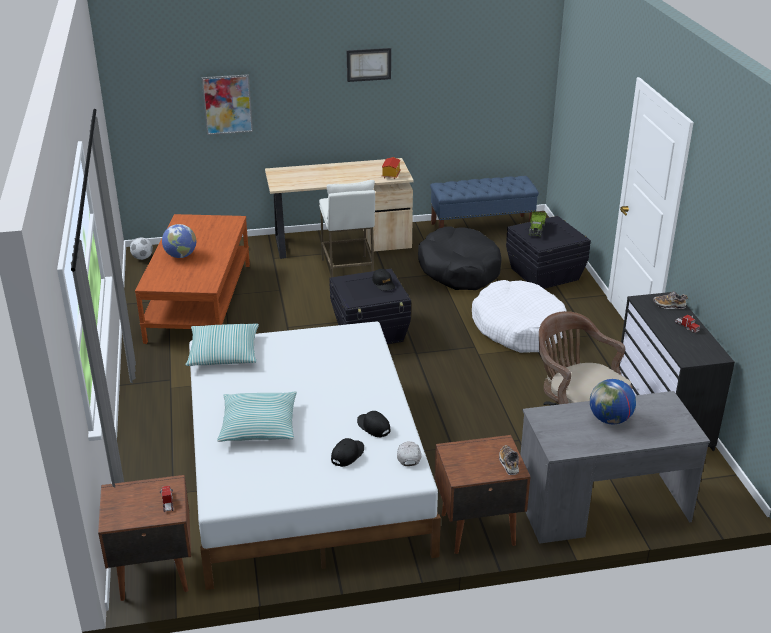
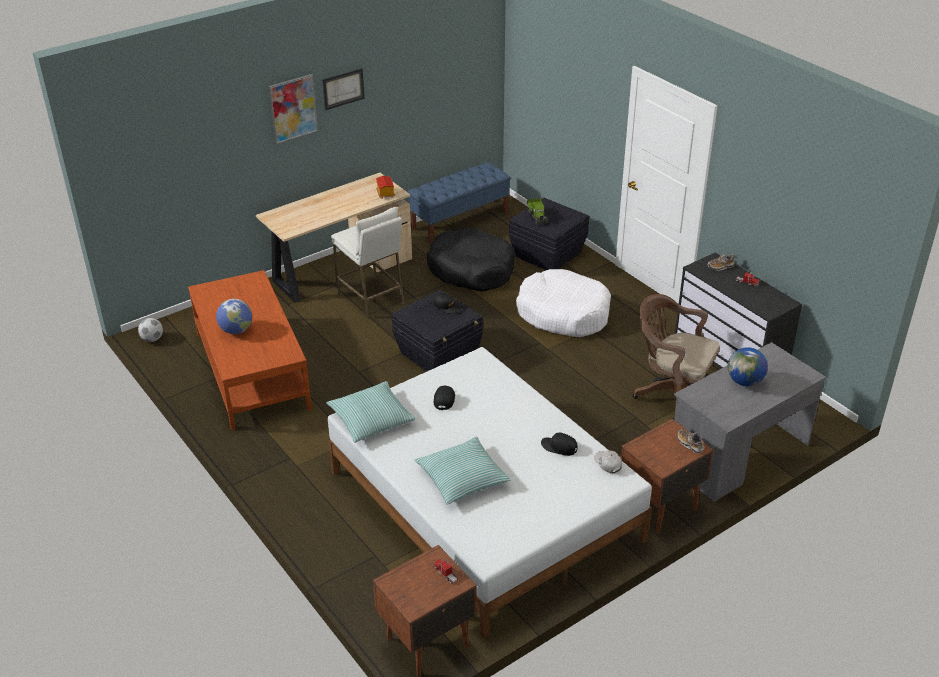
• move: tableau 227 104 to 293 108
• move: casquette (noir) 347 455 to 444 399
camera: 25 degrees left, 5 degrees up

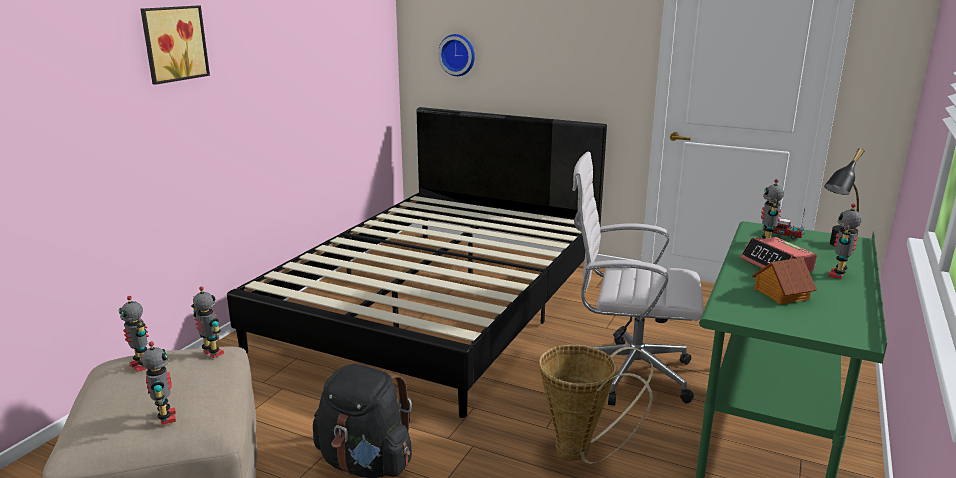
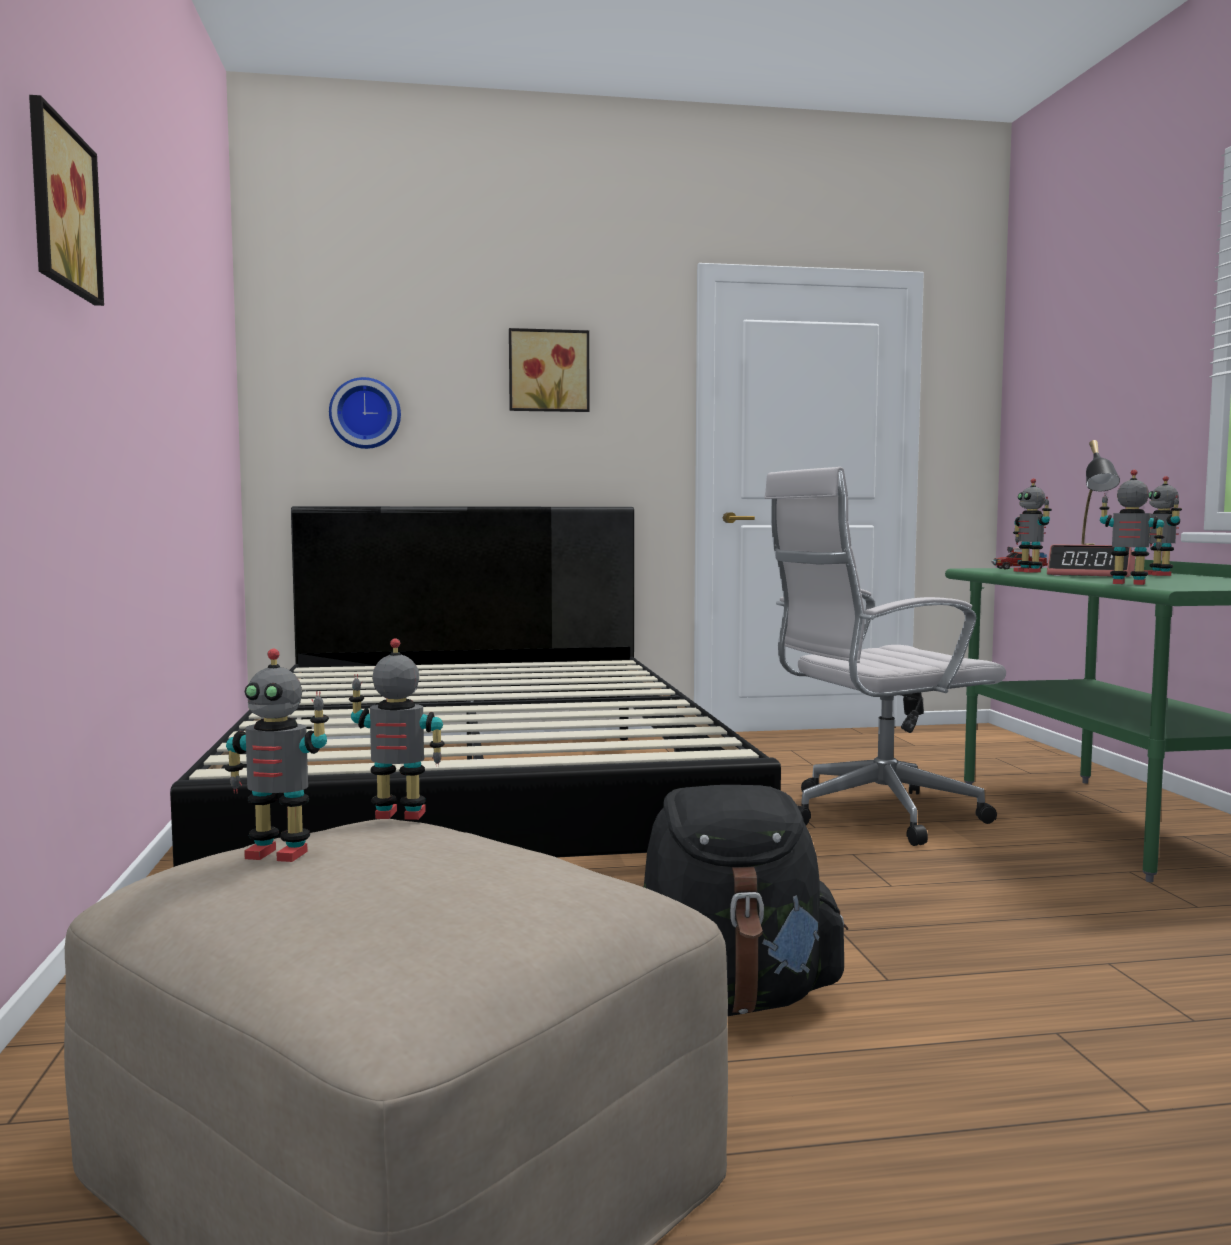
• delete: maison miniature 780 294
• move: robot jouet 165 418 to 1128 584
• delete: panier 581 452
• insert: tableau 548 371
camera: 35 degrees left, 15 degrees down

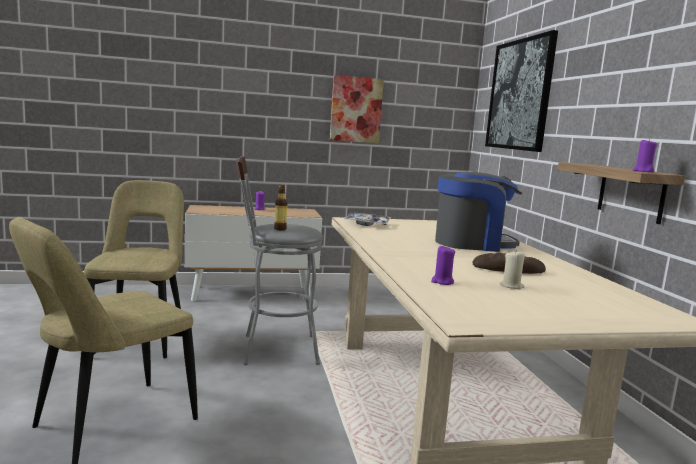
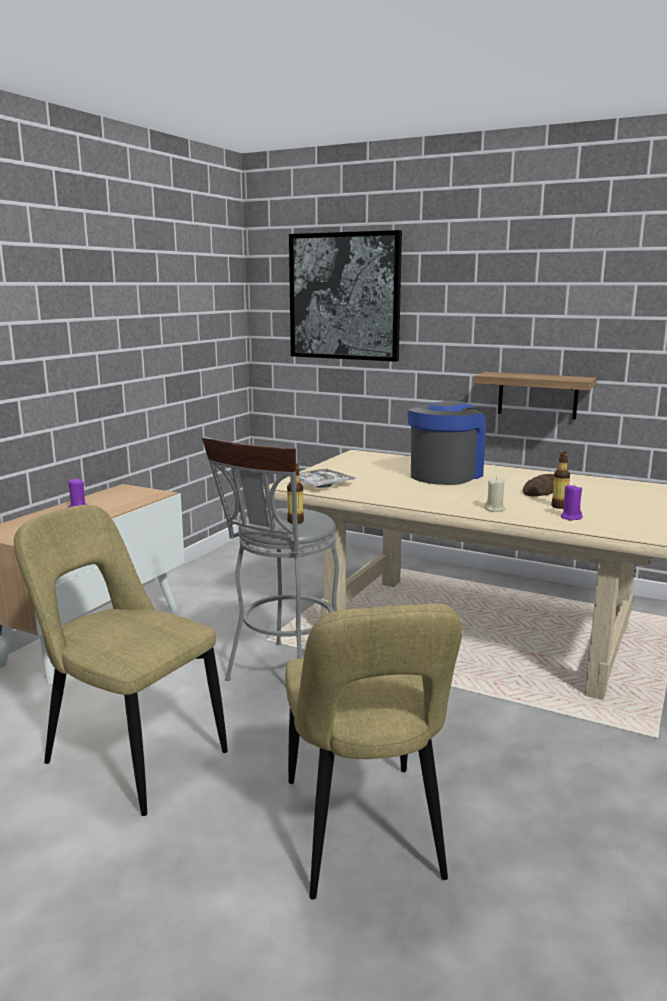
• delete: tableau 356 109
• delete: bougie (violet) 643 171
• move: bougie (beige) 511 286 to 494 509
• insert: bouteille 559 506
camera: 50 degrees left, 5 degrees up

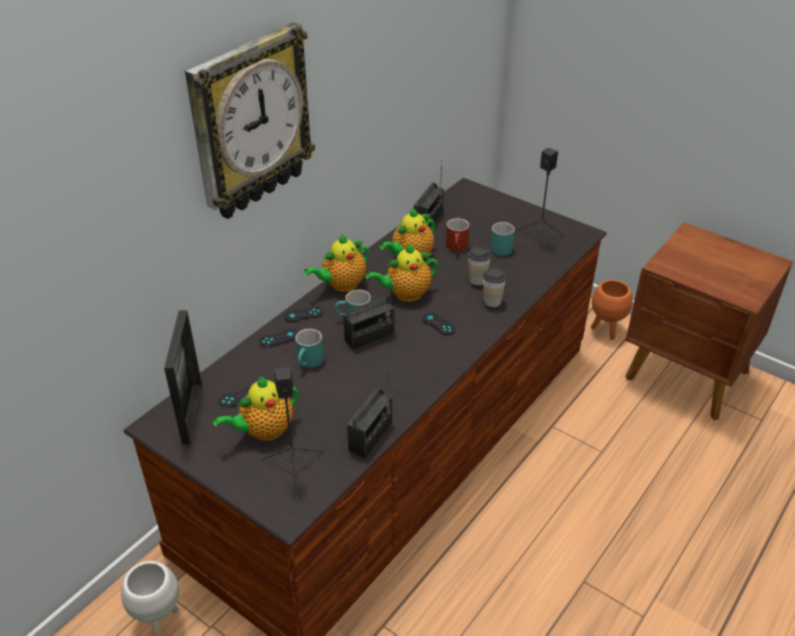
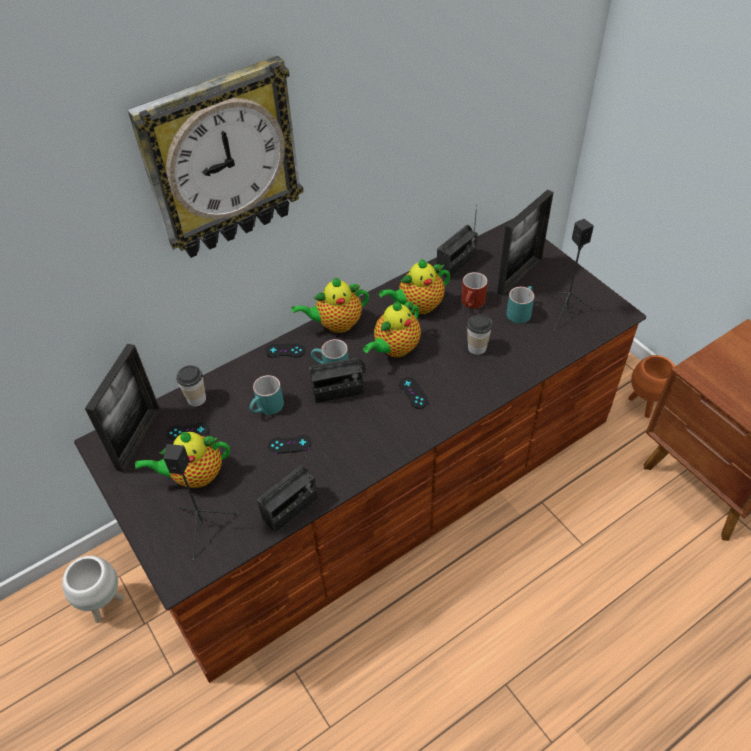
• rotate: théière 405 294 = 395 349 45 degrees counterclockwise
• move: tasse 492 301 to 196 398
• move: manette (noir) 278 338 to 289 444
• insert: cadre photo 519 276
camera: 20 degrees right, 10 degrees up

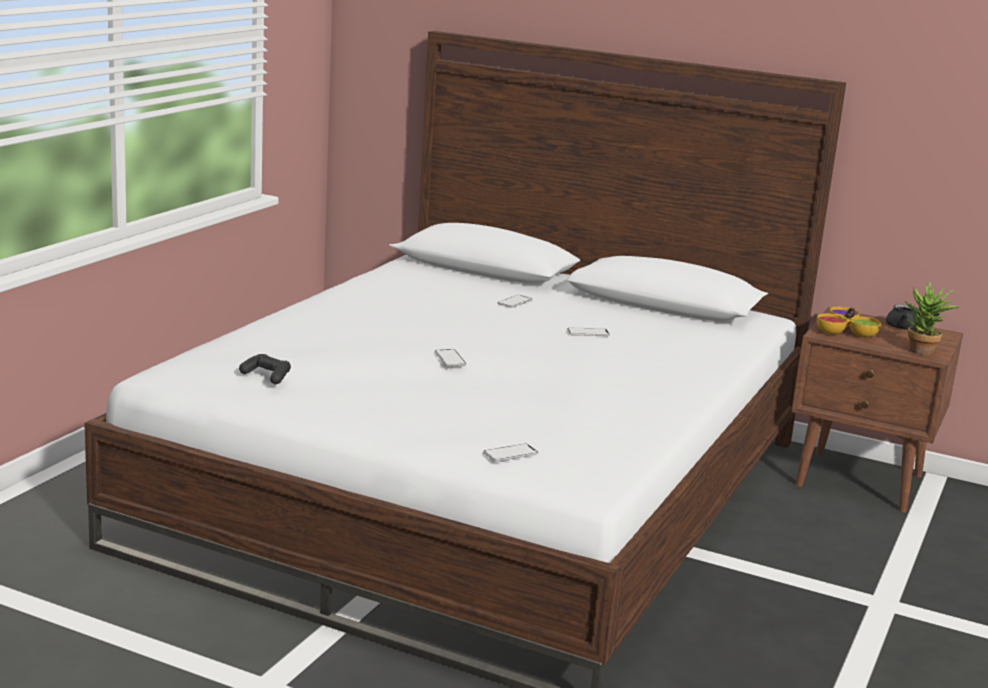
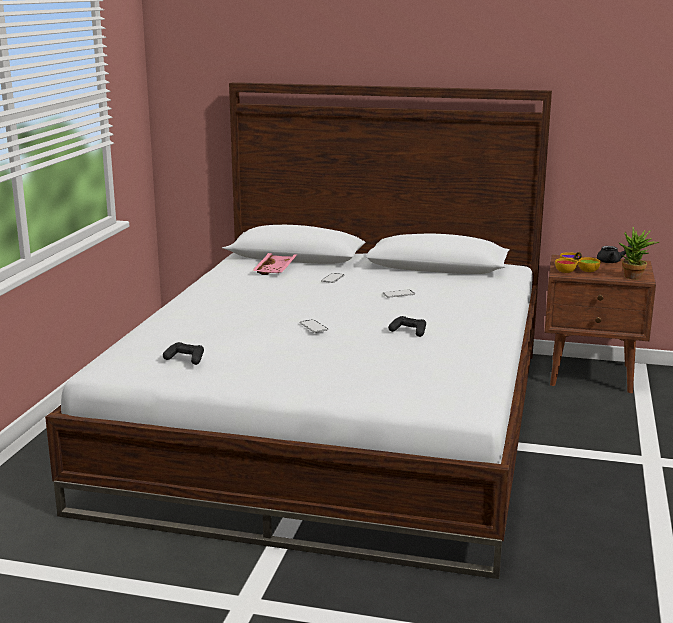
• delete: téléphone 510 454
• insert: plateau (rose) 277 269
• insert: manette (noir) 408 331
camera: 10 degrees left, 0 degrees up

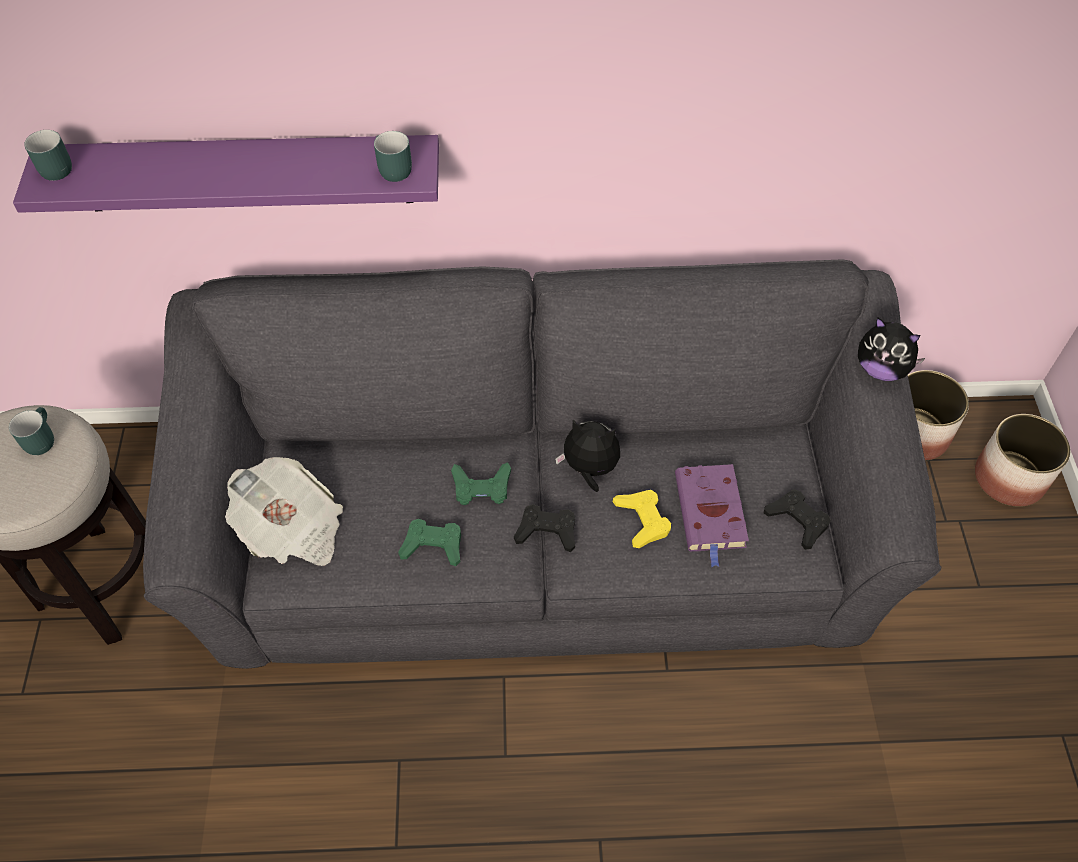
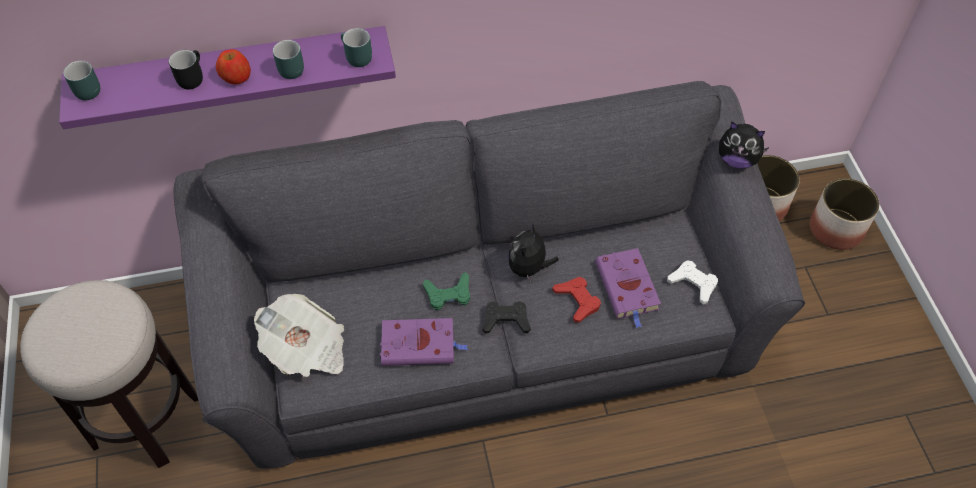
• move: mug (turquoise) 39 439 to 289 68
• rotate: peluche 589 469 = 529 268 75 degrees counterclockwise
• recolor: manette (noir) 797 521 to manette (blanc) 693 284
• recolor: manette (jaune) 642 520 to manette (rouge) 577 301
• replace: manette (vert) 433 545 to livre (violet) 420 345
• insert: pomme 236 76
• insert: mug (noir) 190 77
camera: 10 degrees left, 0 degrees up

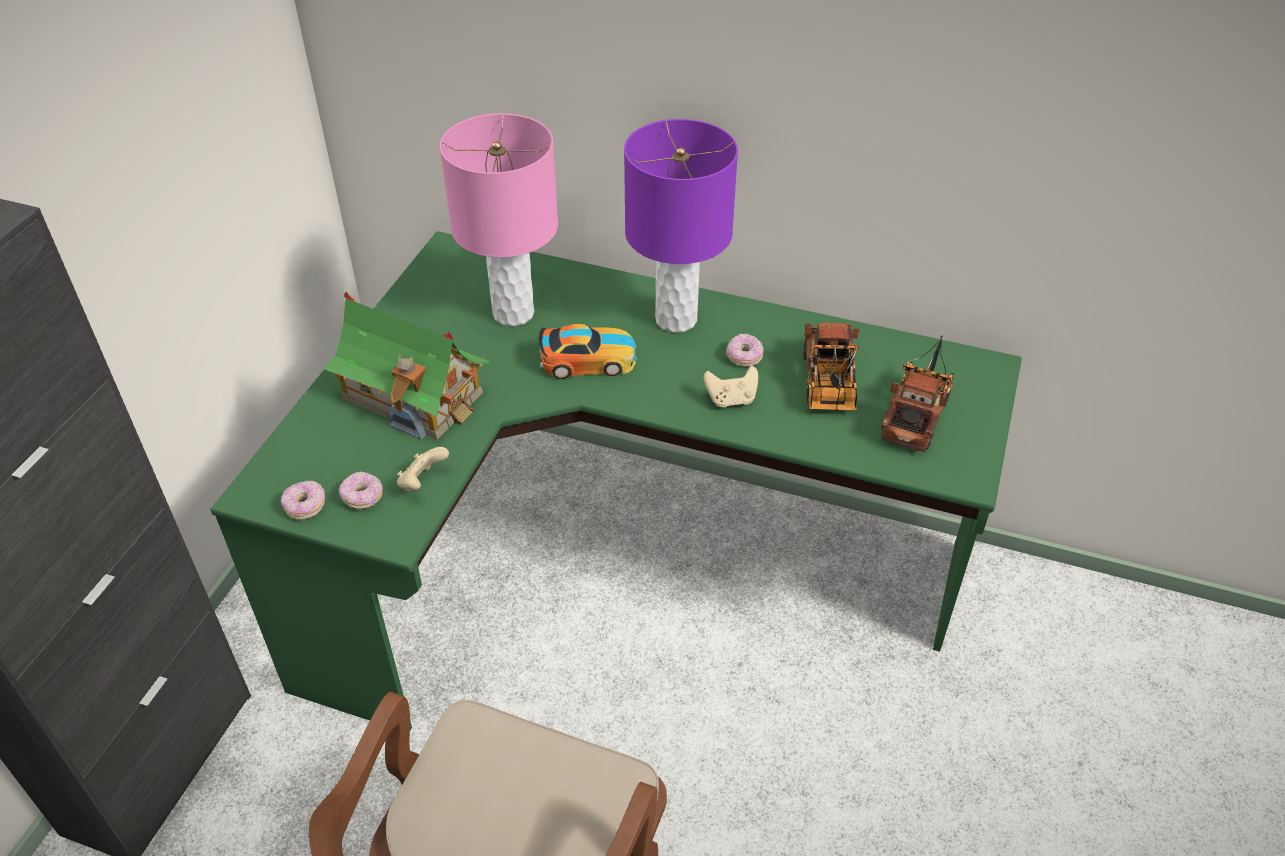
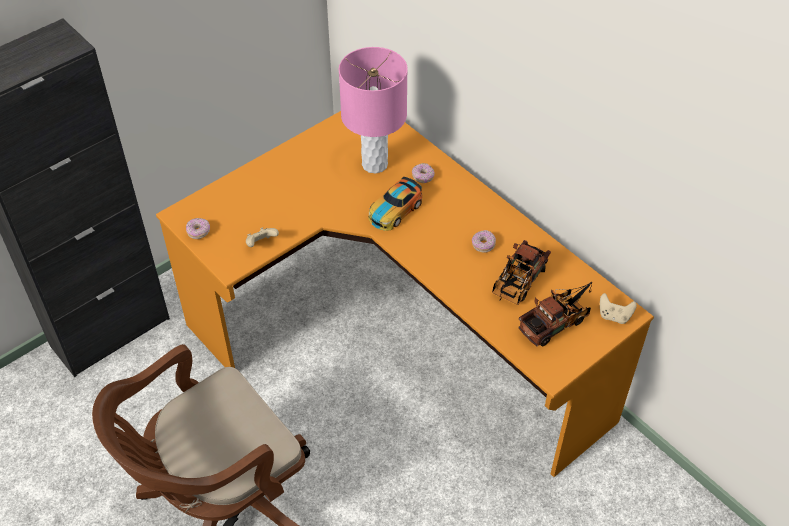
• delete: lampe de table (violet) 675 319
• recolor: bureau (vert) 616 565 to bureau (orange) 400 336
• delete: maison miniature 413 395
• rotate: petite voiture 588 360 = 394 210 105 degrees clockwise
• move: manette (beige) 731 399 to 614 316
• move: beignet 363 497 to 423 177
camera: 30 degrees right, 5 degrees up

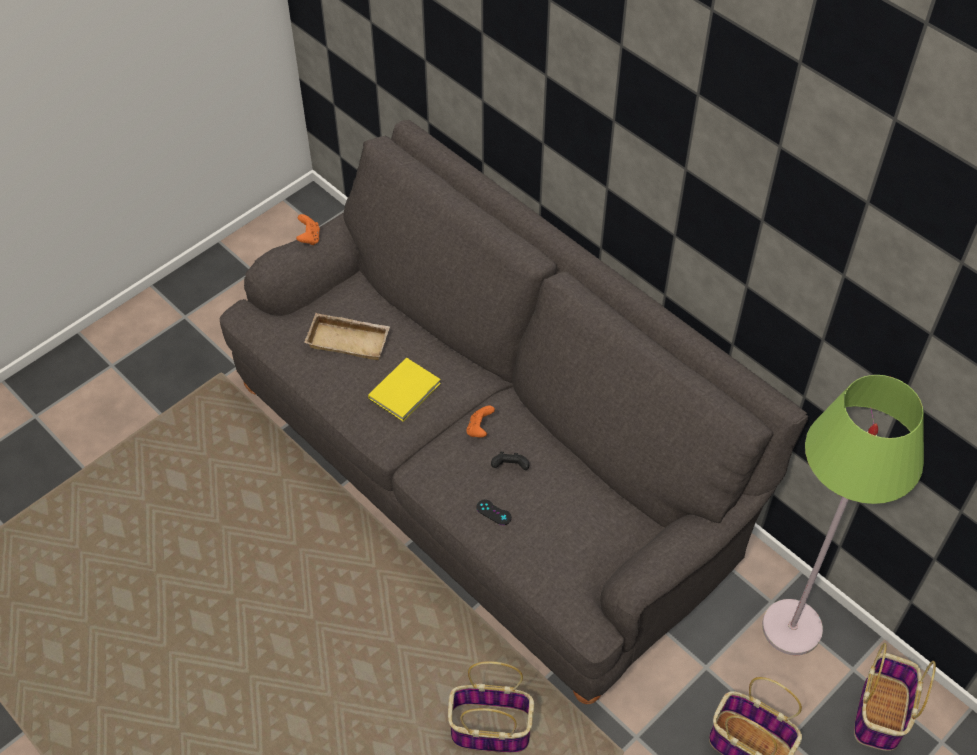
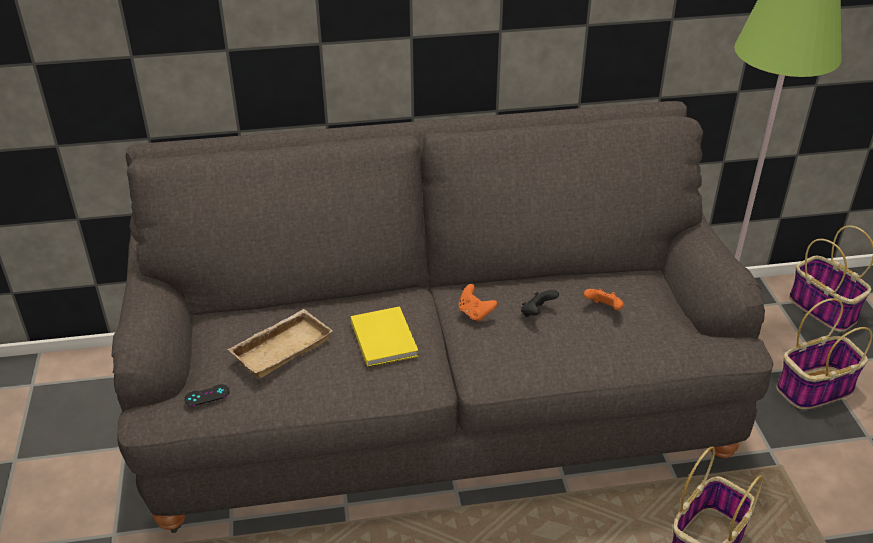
• move: manette (orange) 309 238 to 604 309
• move: manette (noir) 494 512 to 207 395
camera: 55 degrees left, 15 degrees down

